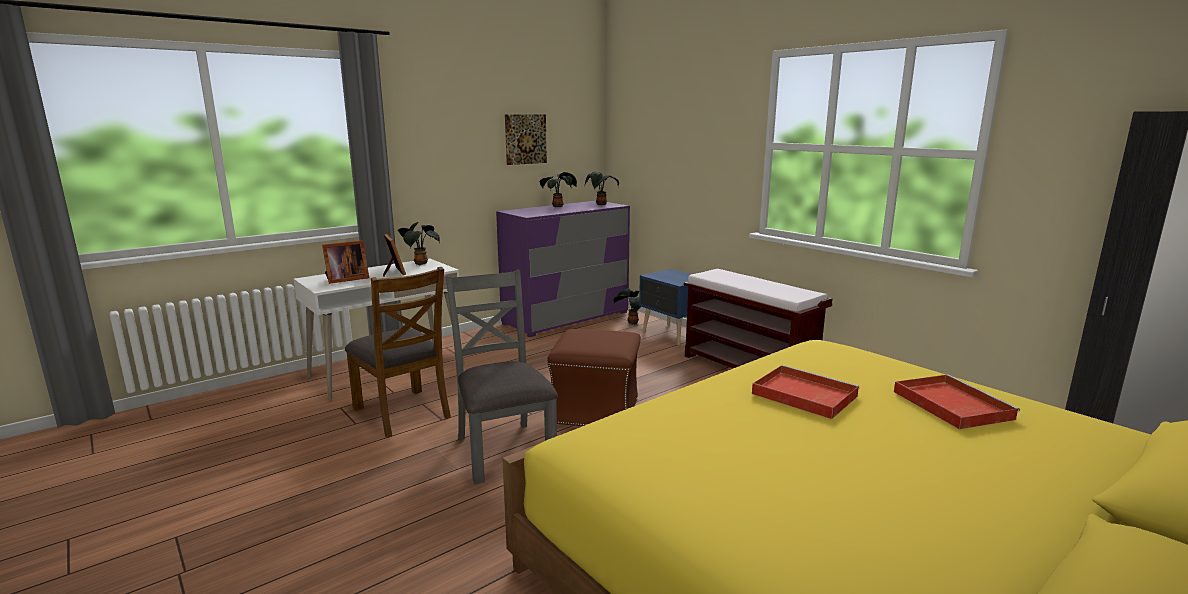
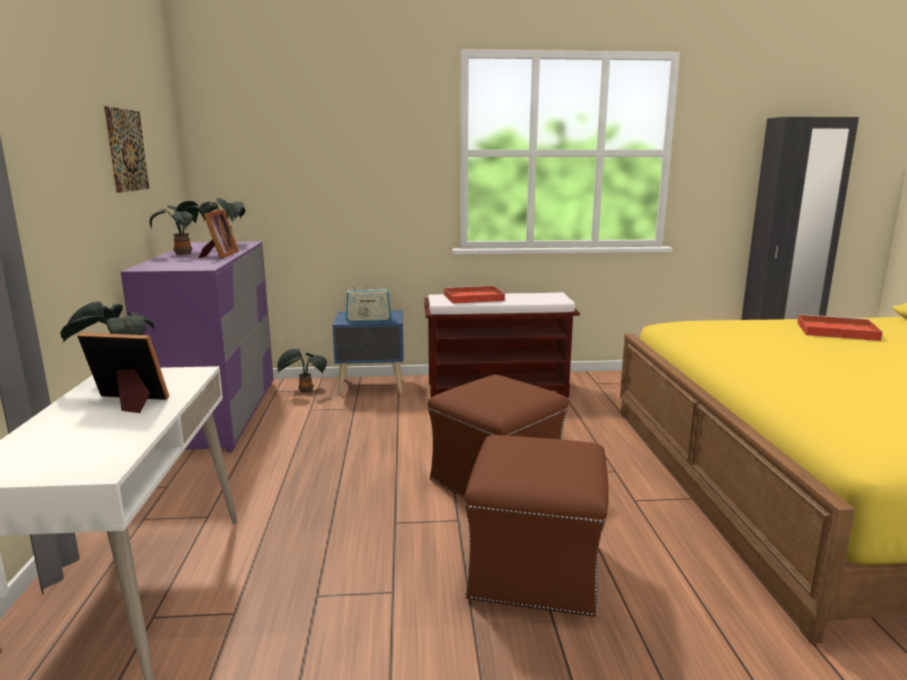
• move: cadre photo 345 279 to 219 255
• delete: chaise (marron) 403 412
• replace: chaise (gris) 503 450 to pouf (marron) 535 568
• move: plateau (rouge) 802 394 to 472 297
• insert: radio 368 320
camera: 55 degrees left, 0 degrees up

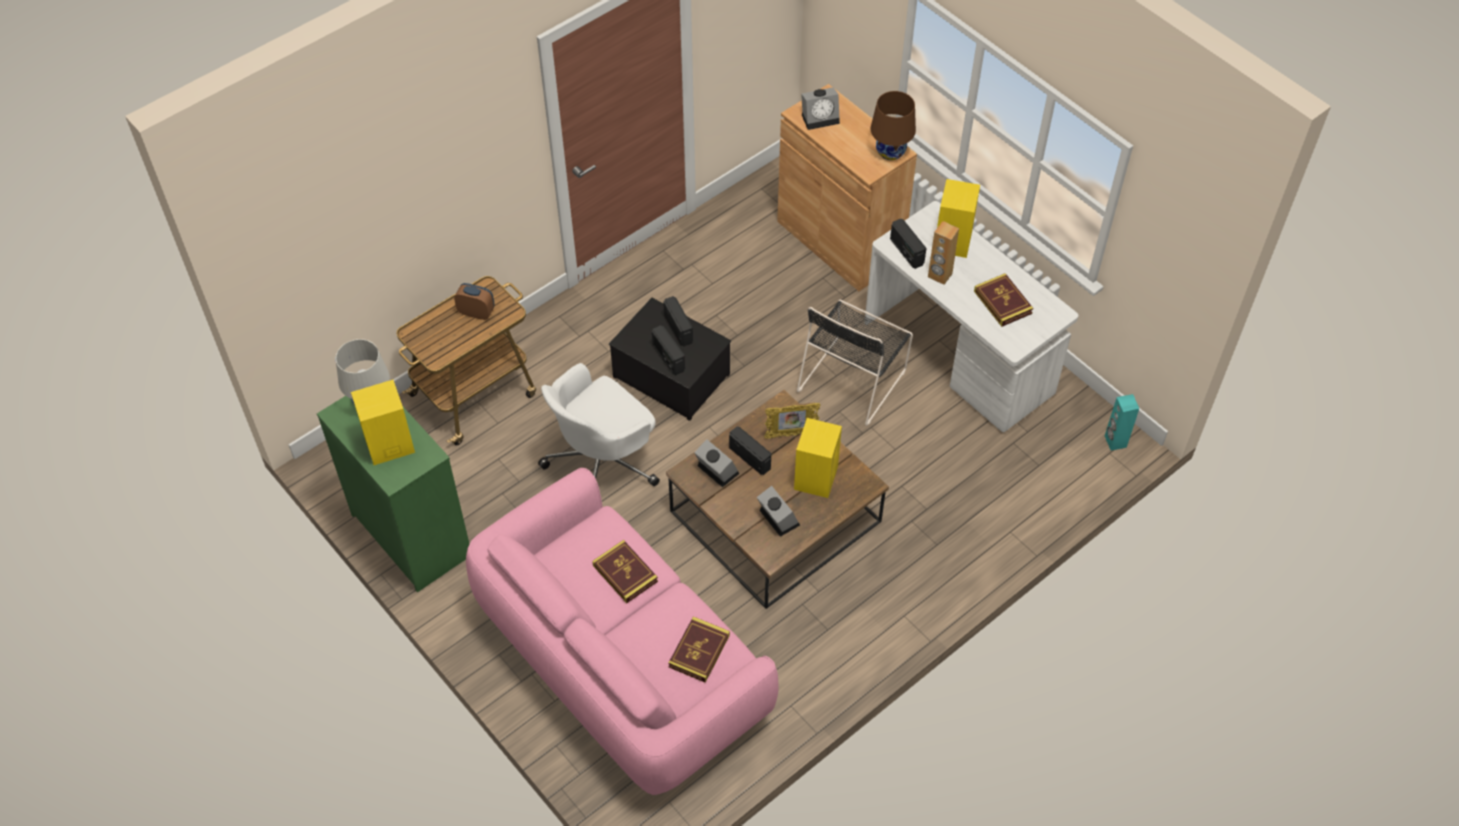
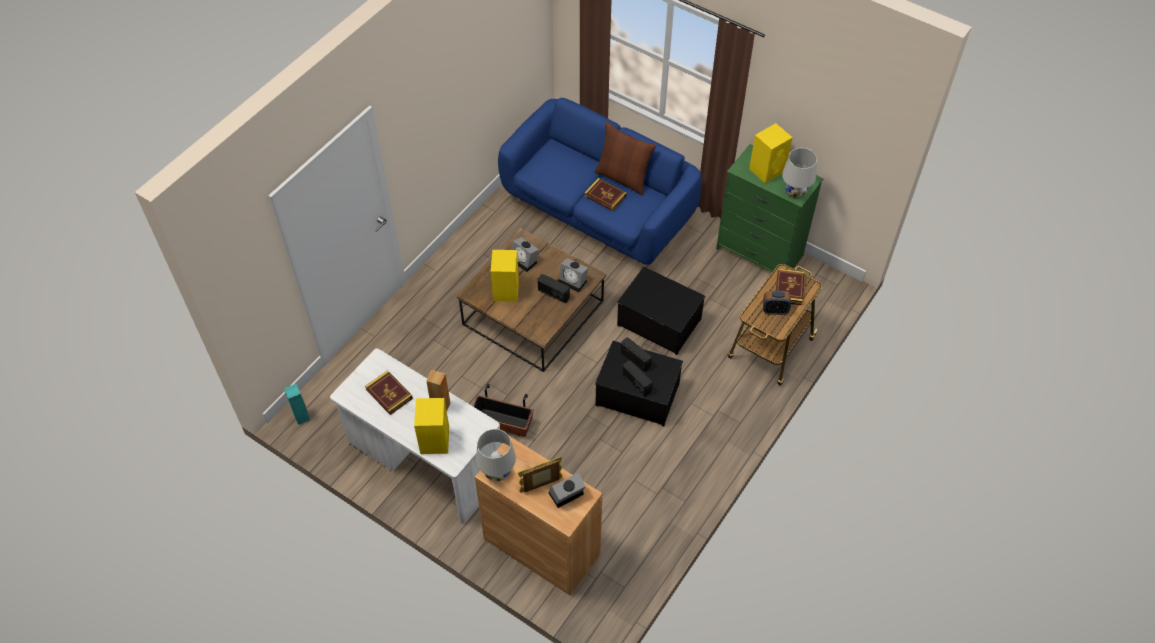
• recolor: lampe de table (marron) 890 152 to lampe de table (blanc) 497 472
• delete: radio 906 252
• replace: chaise (noir) 853 378 to cache-pot 502 423
• replace: chaise de bureau (blanc) 603 462 to boîte de rangement 660 322
• move: cadre photo 791 434 to 541 485
• recolor: canapé (rose) 622 665 to canapé (bleu) 599 211
• move: livre 699 651 to 789 288
• insert: coussin (marron) 623 178
camera: 165 degrees right, 0 degrees up

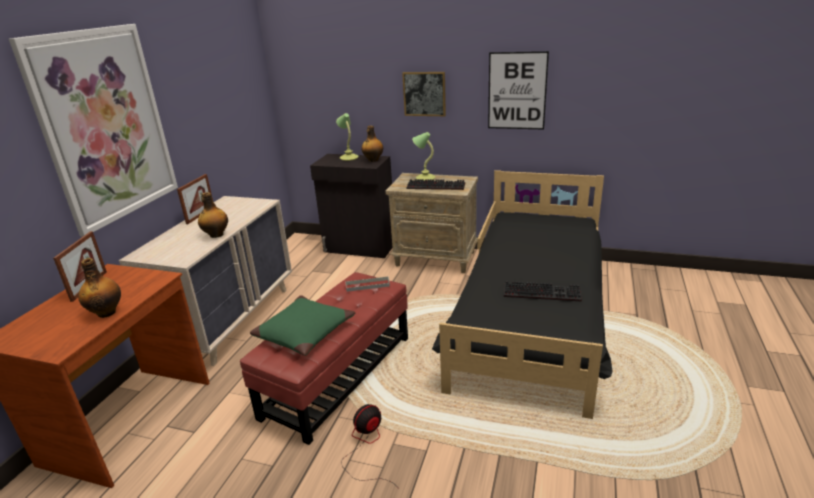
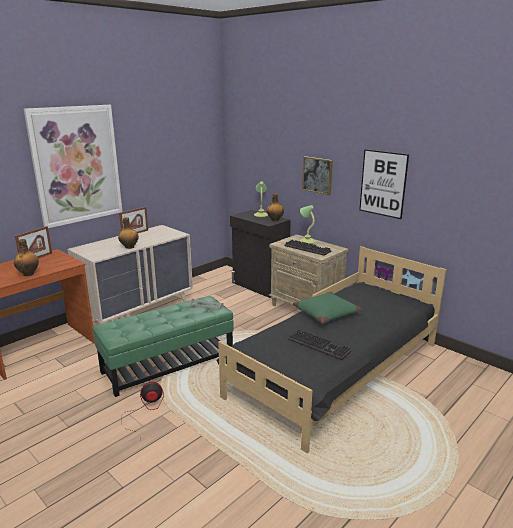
• recolor: pouf (rouge) 338 375 to pouf (vert) 168 363
• move: coussin (vert) 304 332 to 326 313
camera: 25 degrees right, 5 degrees down

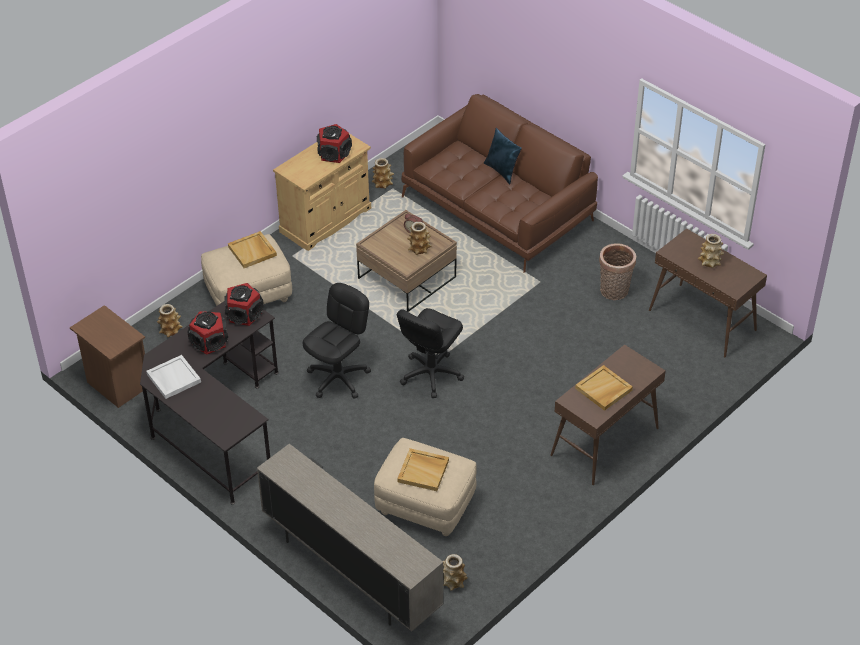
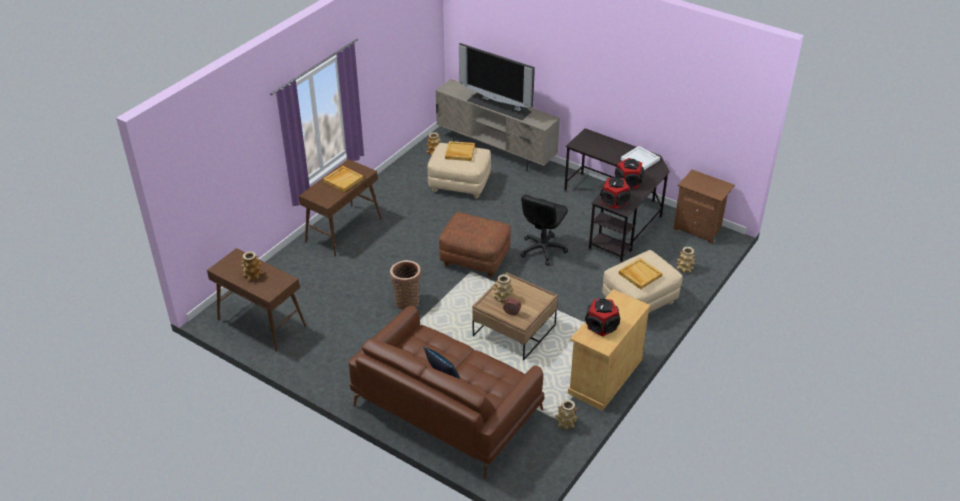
• move: panier 614 292 to 407 301
• replace: chaise de bureau (noir) 431 374 to pouf (marron) 475 259
• insert: téléviseur 499 105
camera: 170 degrees right, 5 degrees down

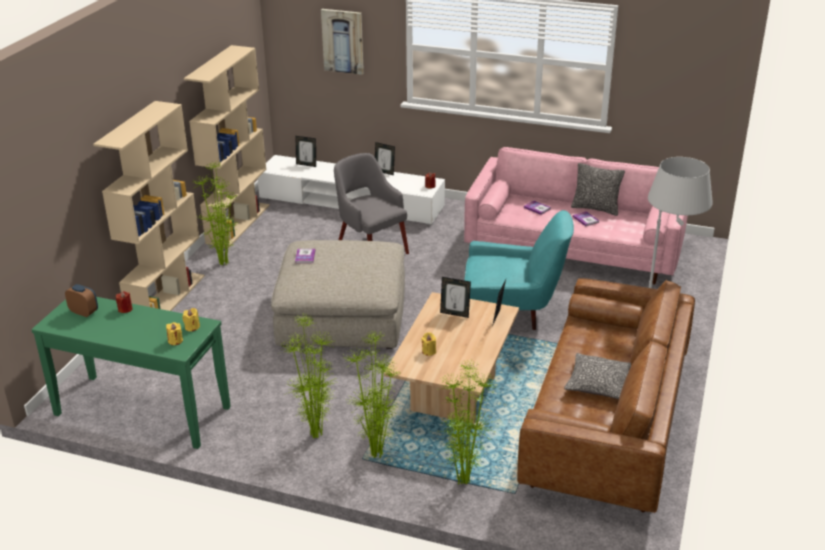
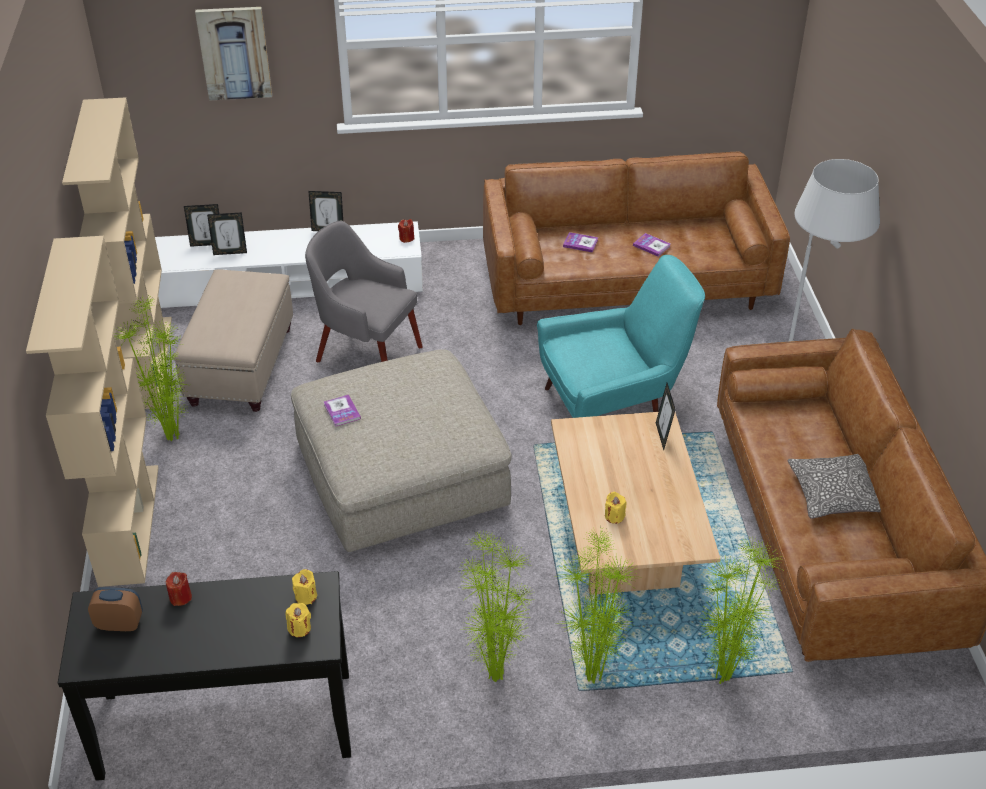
• recolor: canapé (rose) 574 250 to canapé (marron) 626 283
• delete: coussin 595 208
• move: cadre photo 455 314 to 230 252
• recolor: table console (vert) 142 411 to table console (noir) 226 725
• insert: pouf (beige) 241 367
camera: 25 degrees left, 10 degrees up

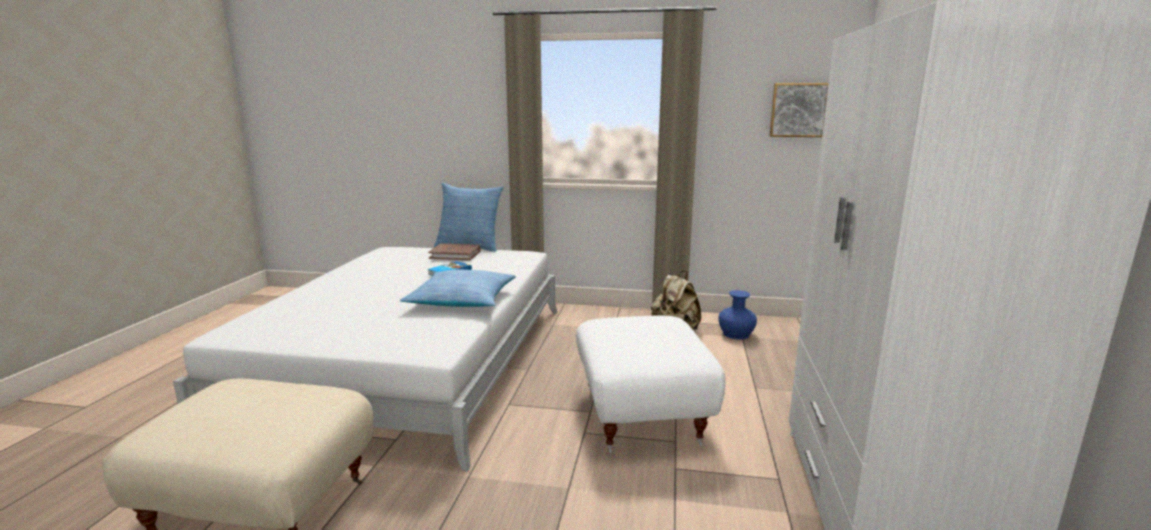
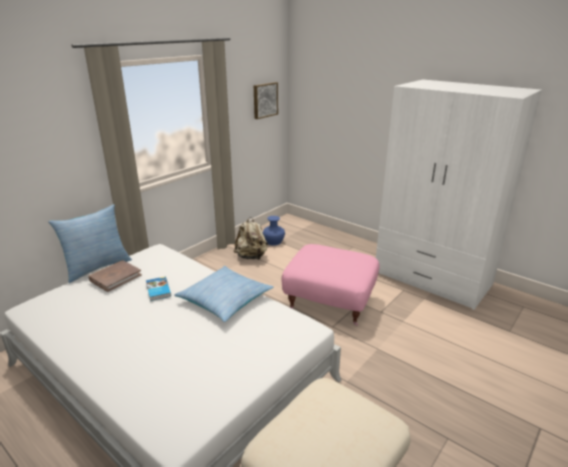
• recolor: pouf (blanc) 643 415 to pouf (rose) 330 302
camera: 60 degrees left, 10 degrees up

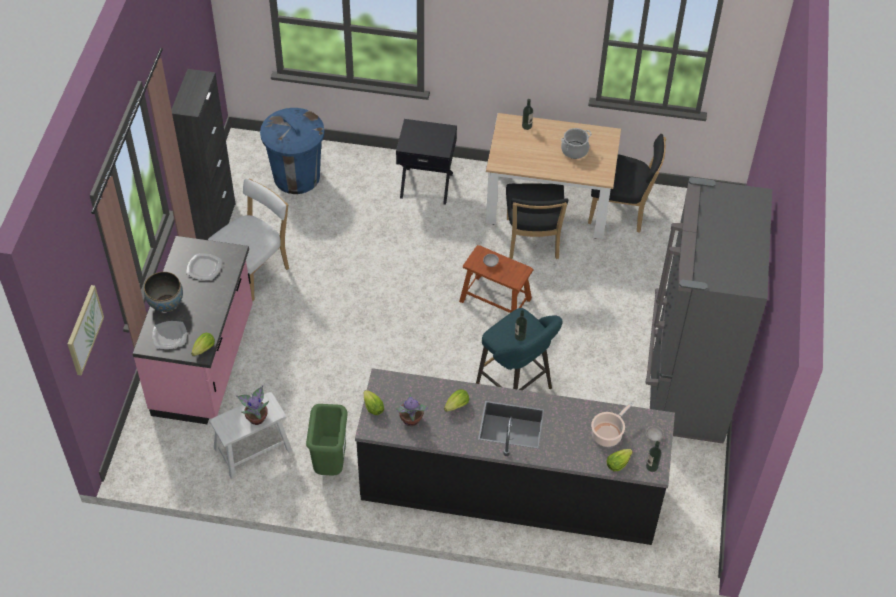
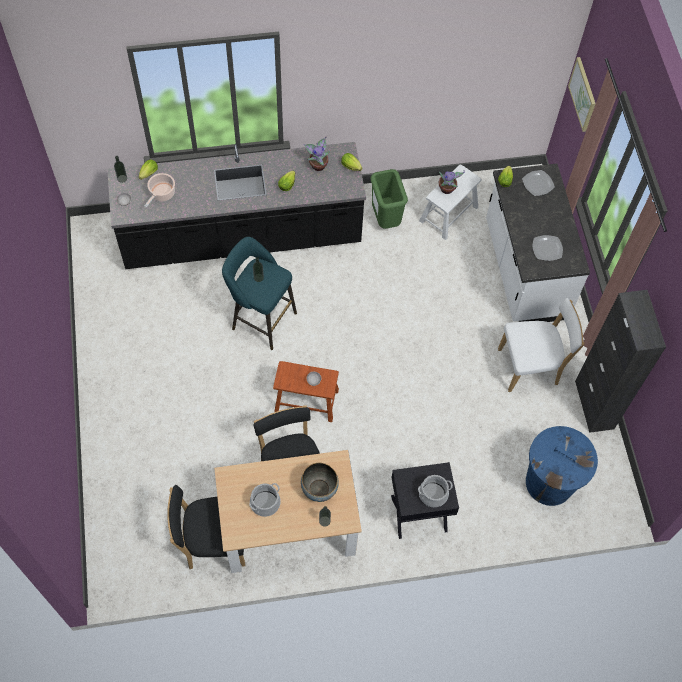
• delete: réfrigérateur (gris) 684 386
• rotate: chaise (blanc) 255 270 = 531 367 120 degrees counterclockwise
• recolor: comptoir de cuisine (rose) 205 362 to comptoir de cuisine (blanc) 523 270
• move: bol 166 304 to 319 489
• insert: marmite 433 494
camera: 160 degrees right, 10 degrees up

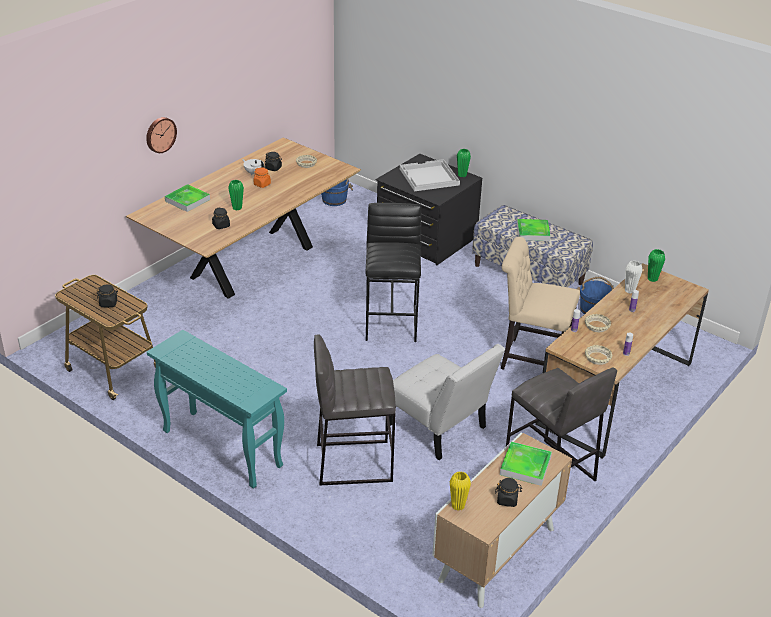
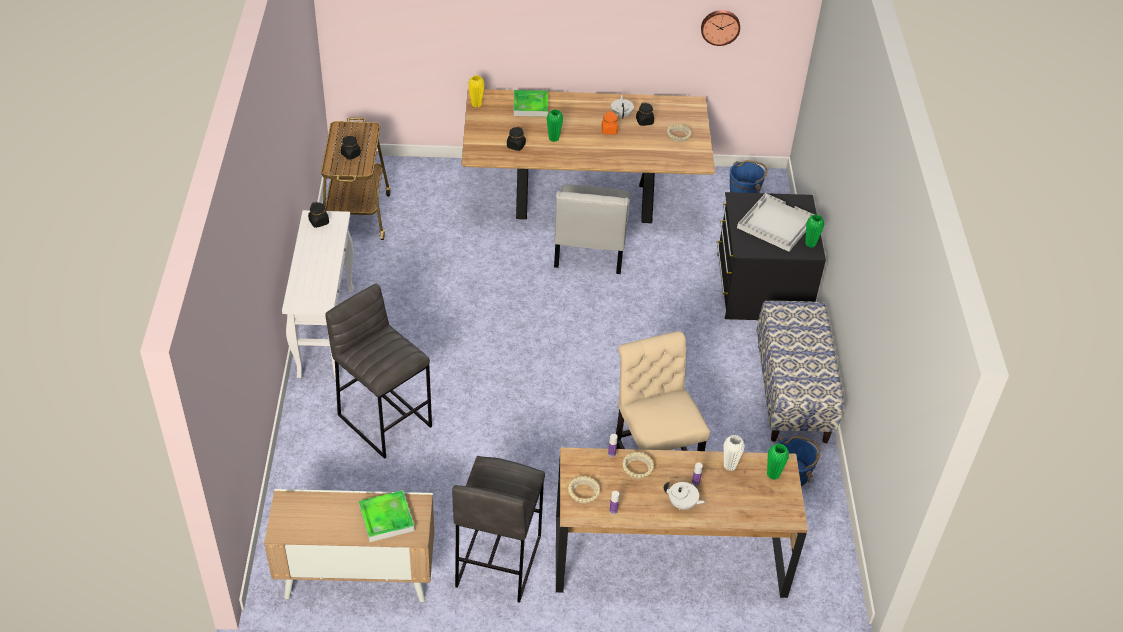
• move: horloge murale 160 134 to 720 26
• delete: tabouret (noir) 392 322
• delete: plateau 533 232
• recolor: table console (turquoise) 221 448 to table console (blanc) 326 331
• move: chaise (blanc) 440 429 to 589 252
• move: vase (jaune) 458 506 to 476 104
• move: bocal (noir) 507 500 to 319 222
• insert: théière (blanc) 682 504
camera: 50 degrees right, 10 degrees up

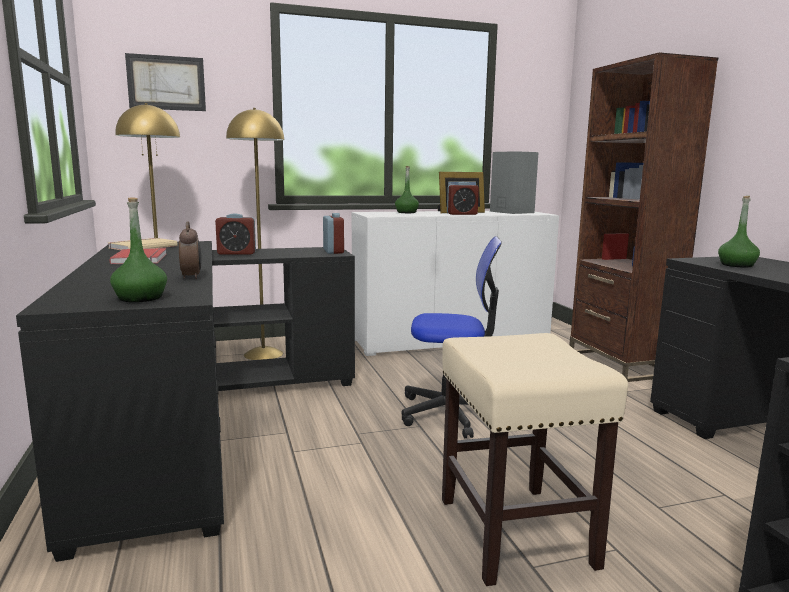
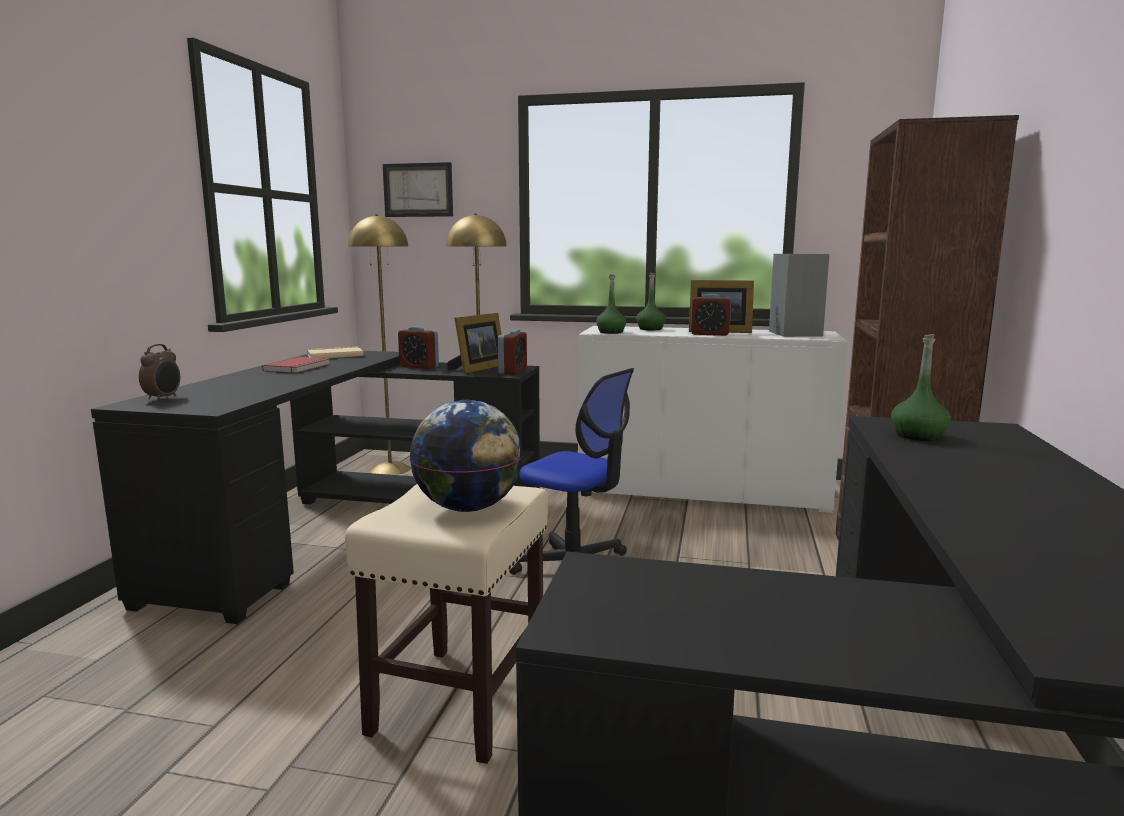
• move: bouteille (vert) 141 298 to 611 332
• move: réveil 192 277 to 163 398
• insert: cadre photo 477 369
• insert: globe 468 508
camera: 30 degrees right, 0 degrees up

